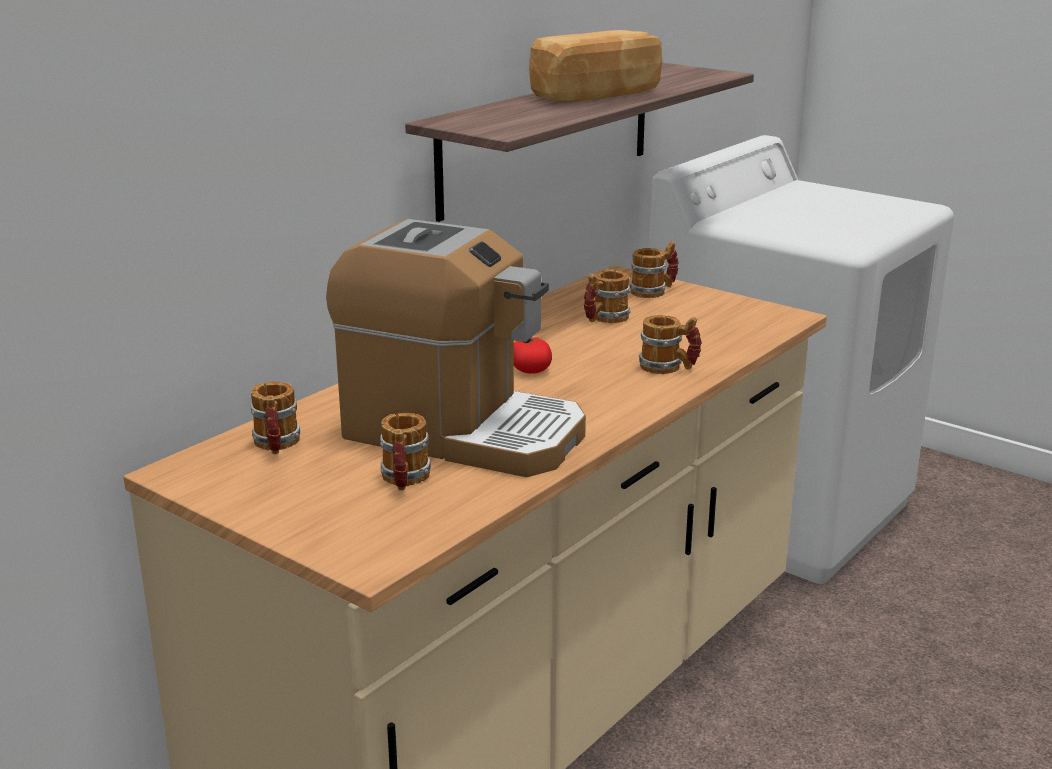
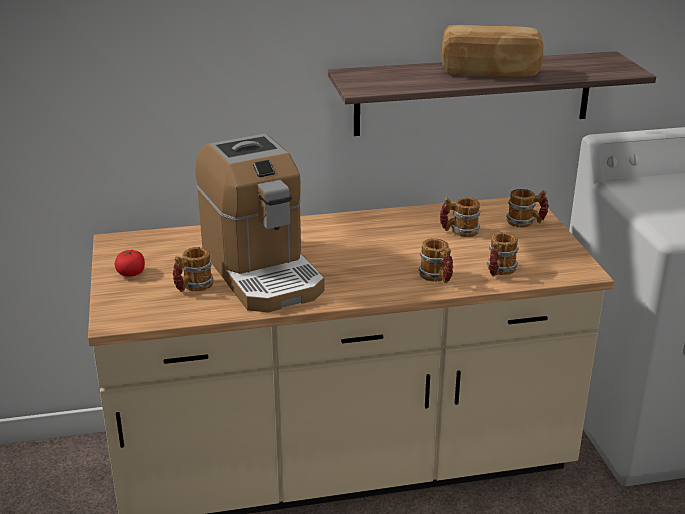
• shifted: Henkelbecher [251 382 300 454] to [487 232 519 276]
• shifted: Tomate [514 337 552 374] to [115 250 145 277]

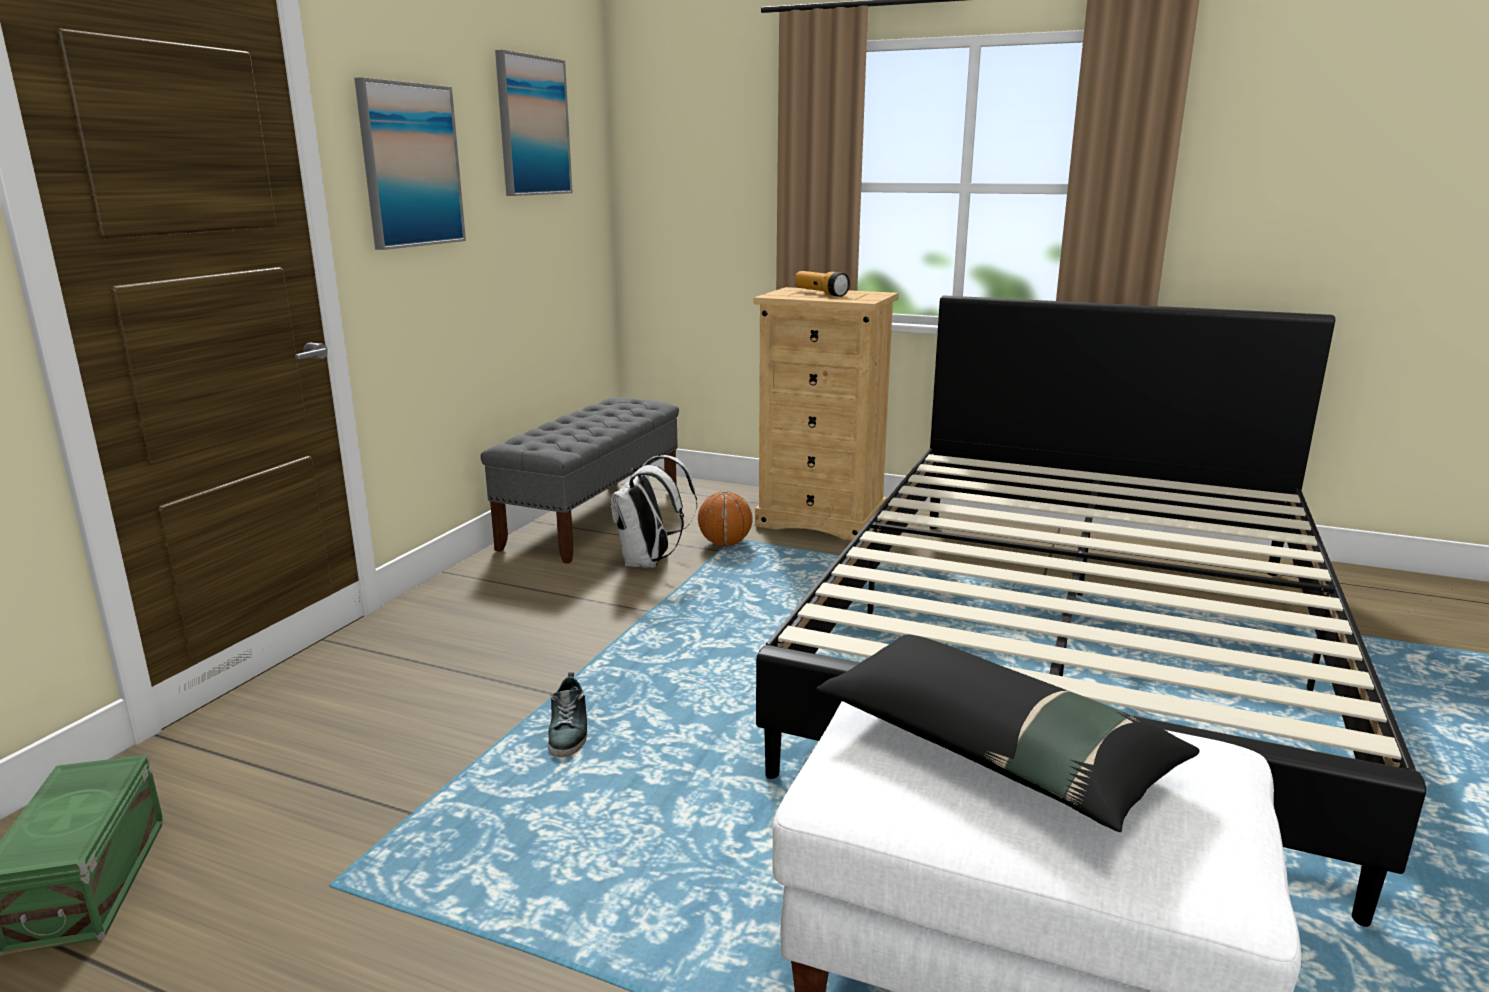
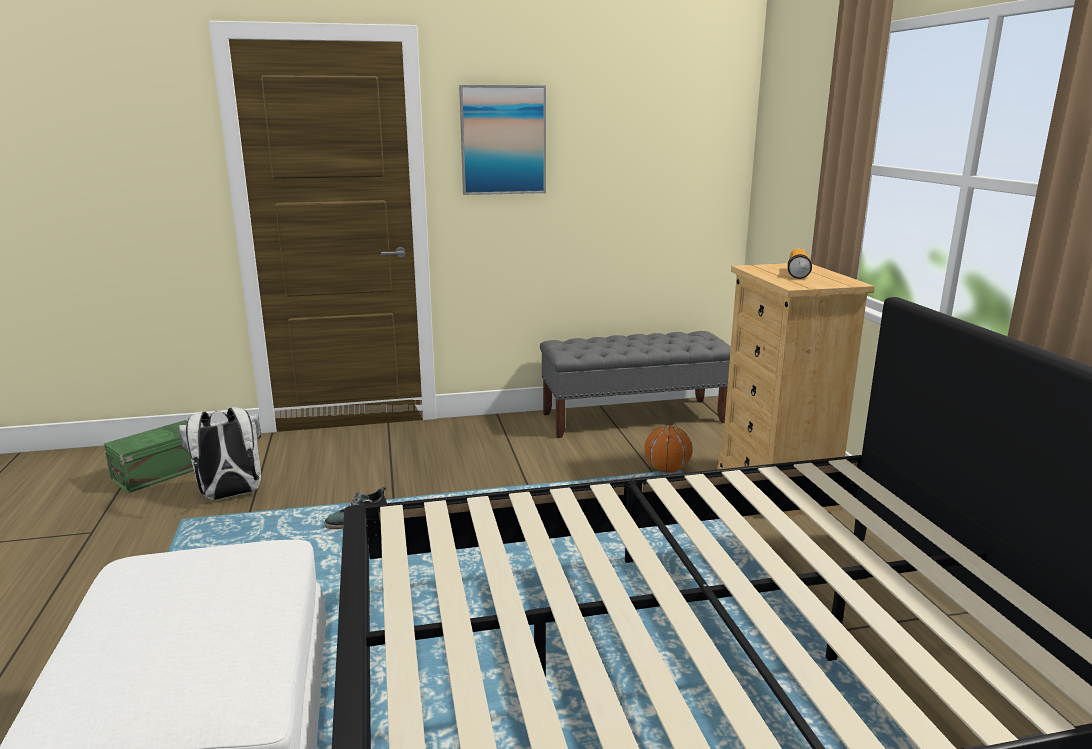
• gone: Bild [495 50 573 196]
• gone: Kissen [schwarz] [817 634 1200 832]
• shifted: Rucksack [weiß] [611 455 697 568] to [178 407 261 500]

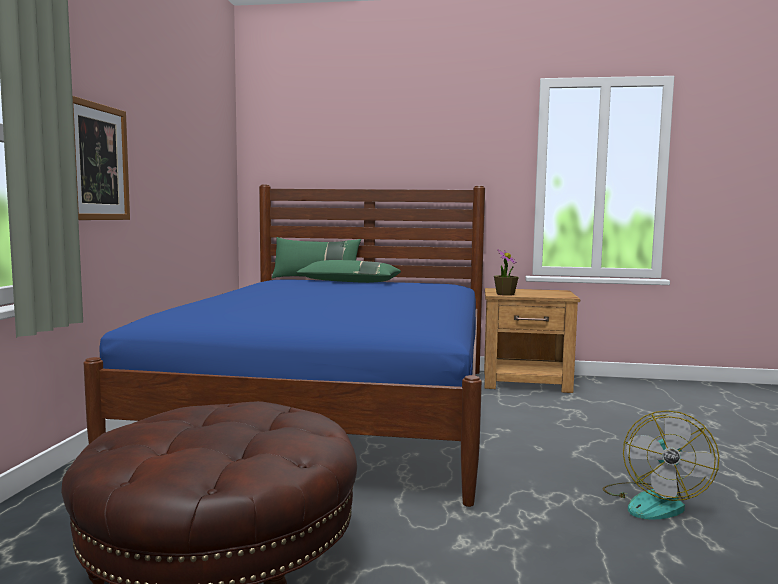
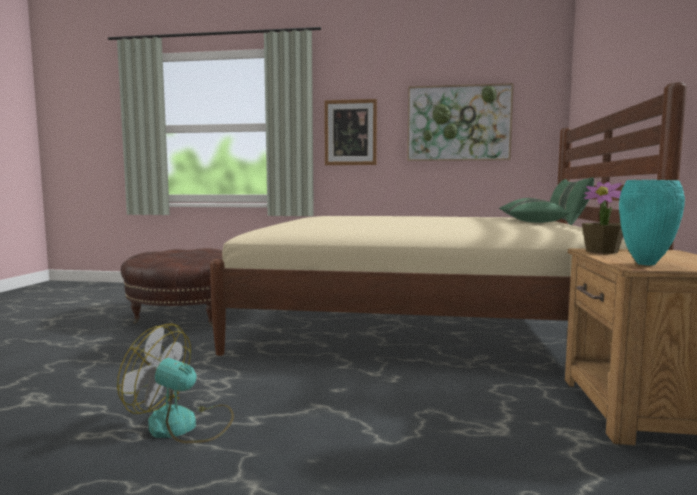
• new: Bild [407 83 514 161]
• new: Vase [türkis] [619 180 685 266]
• repainted: Bett [blau] [84 185 485 507] to Bett [beige] [210 82 687 356]

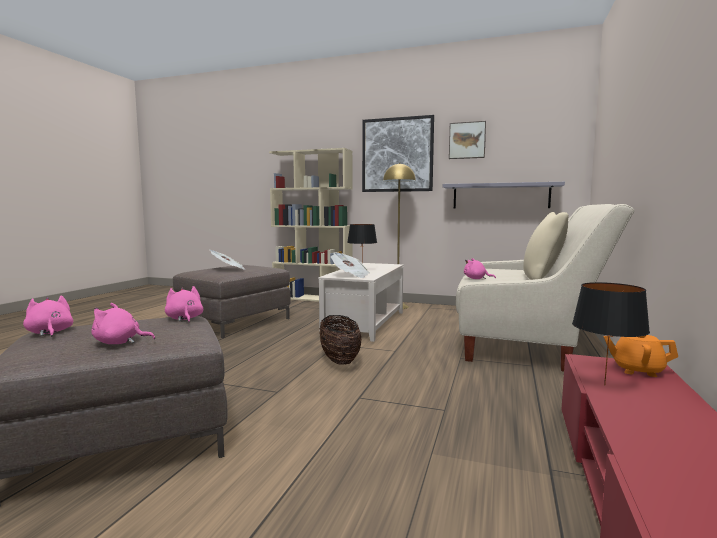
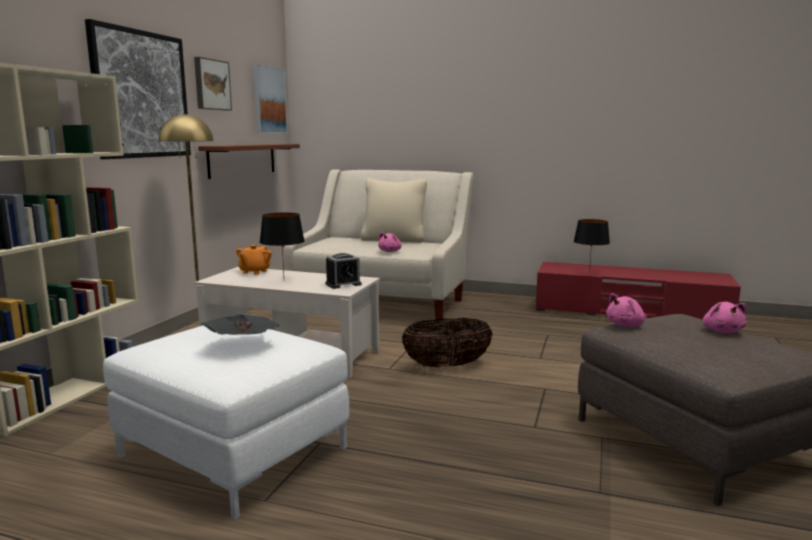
• gone: Plüschtier [rosa] [23 295 73 337]
• new: Bild [253 64 288 134]
• shifted: Teekanne [orange] [603 335 678 377] to [236 245 272 275]
• swapped: Zeitung [331 252 370 278] to Wecker [325 253 362 289]
• repainted: Polsterhocker [braun] [173 265 291 338] to Polsterhocker [weiß] [103 325 349 520]
• repainted: Wandregal [grau] [443 182 565 208] to Wandregal [braun] [198 144 300 179]

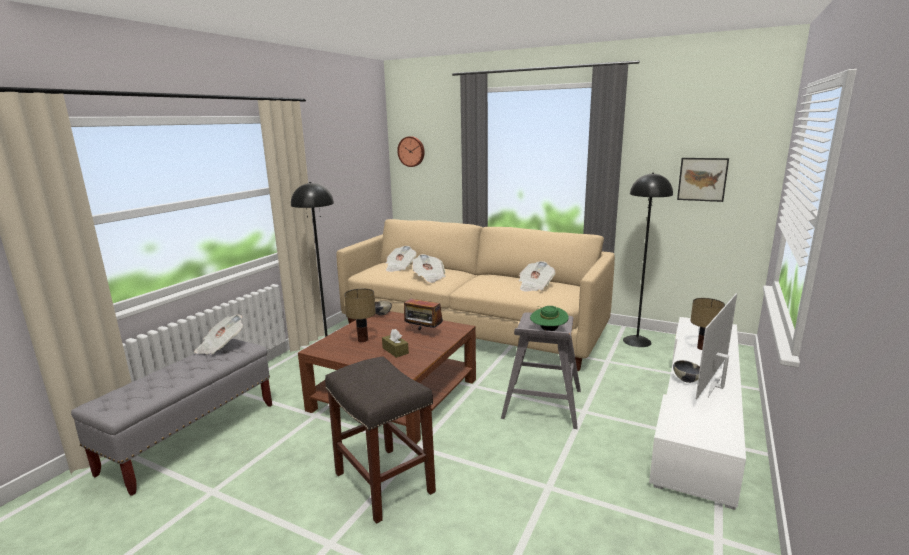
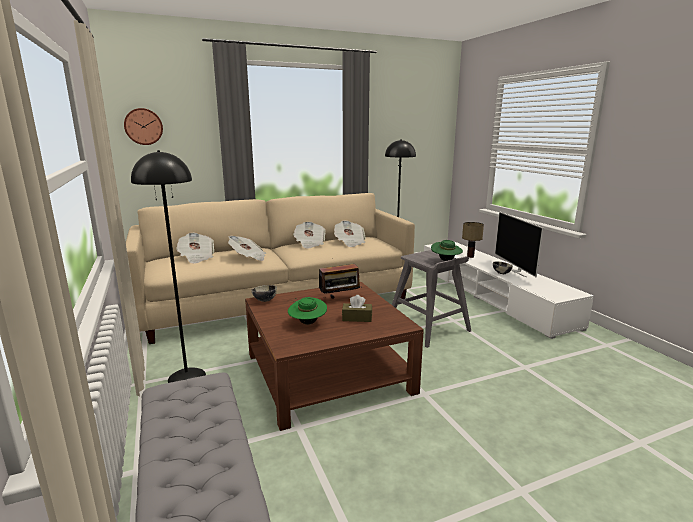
• gone: Hocker [grau] [325 356 436 524]
• gone: Bild [677 158 729 202]
• shifted: Zeitung [194 315 243 355] to [293 222 326 249]
• swapped: Tischlampe [344 288 376 342] to Hut [grün] [288 297 327 324]

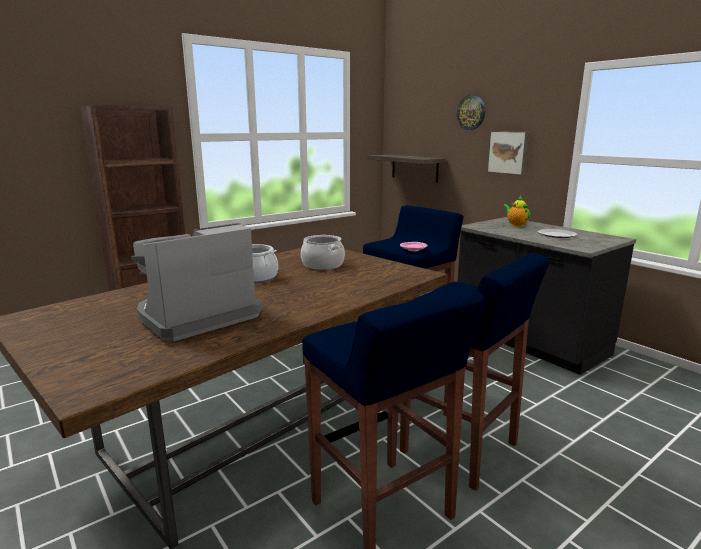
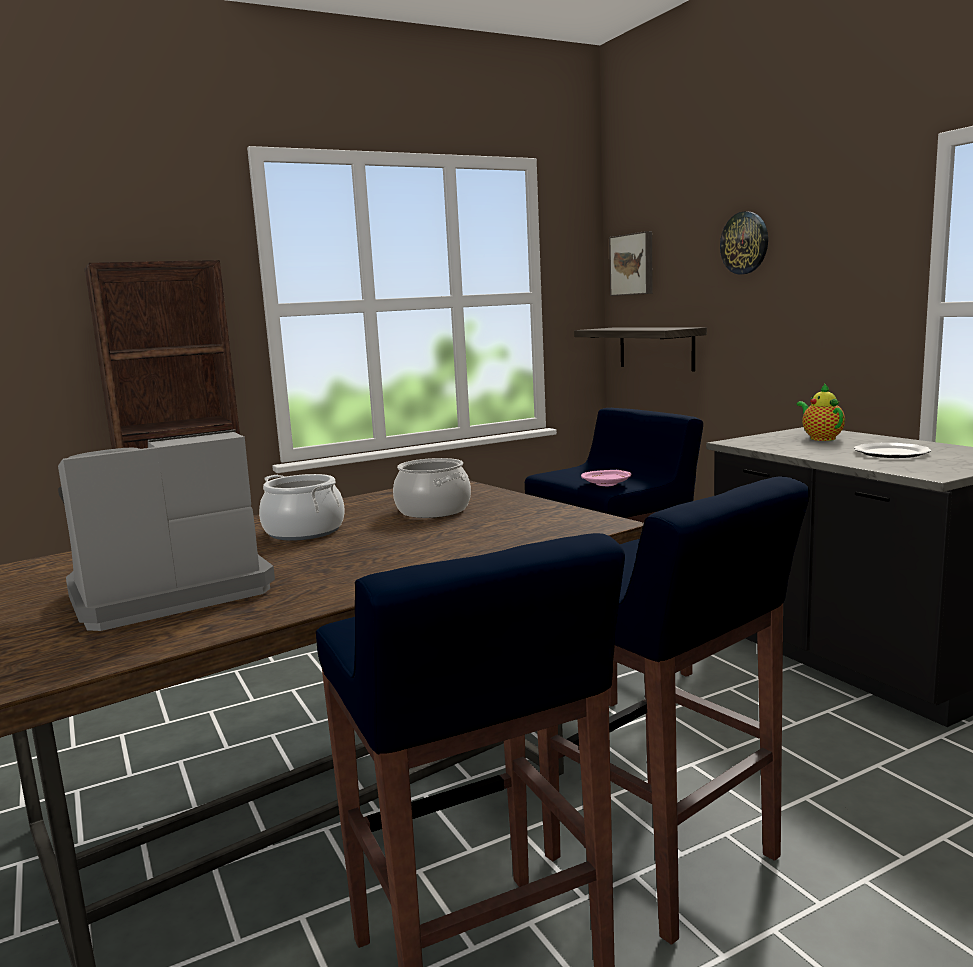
• shifted: Bild [487 131 529 175] to [609 231 653 296]

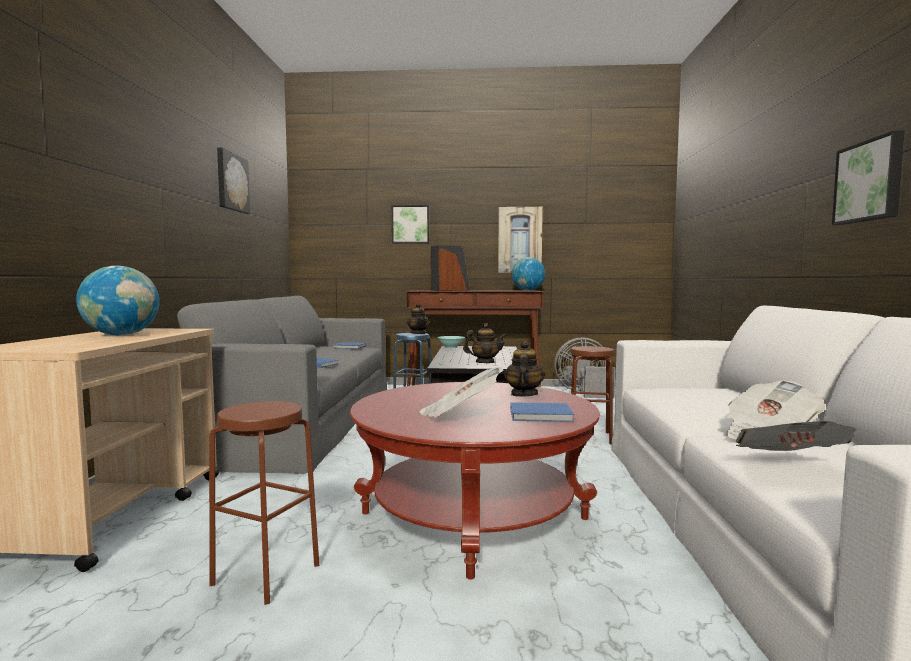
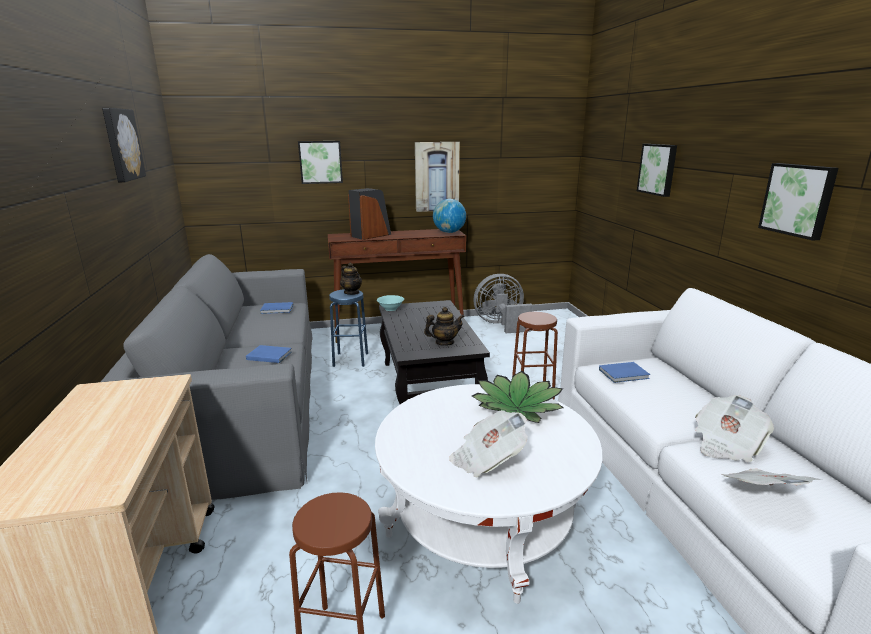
• gone: Globus [76 266 160 336]
• new: Bild [637 144 677 197]
• shifted: Buch [blau] [510 402 574 422] to [599 362 650 383]
• swapped: Teekanne [504 341 545 397] to Topfpflanze [472 371 564 423]
• repainted: Couchtisch [rot] [350 382 600 580] to Couchtisch [weiß] [375 384 603 604]

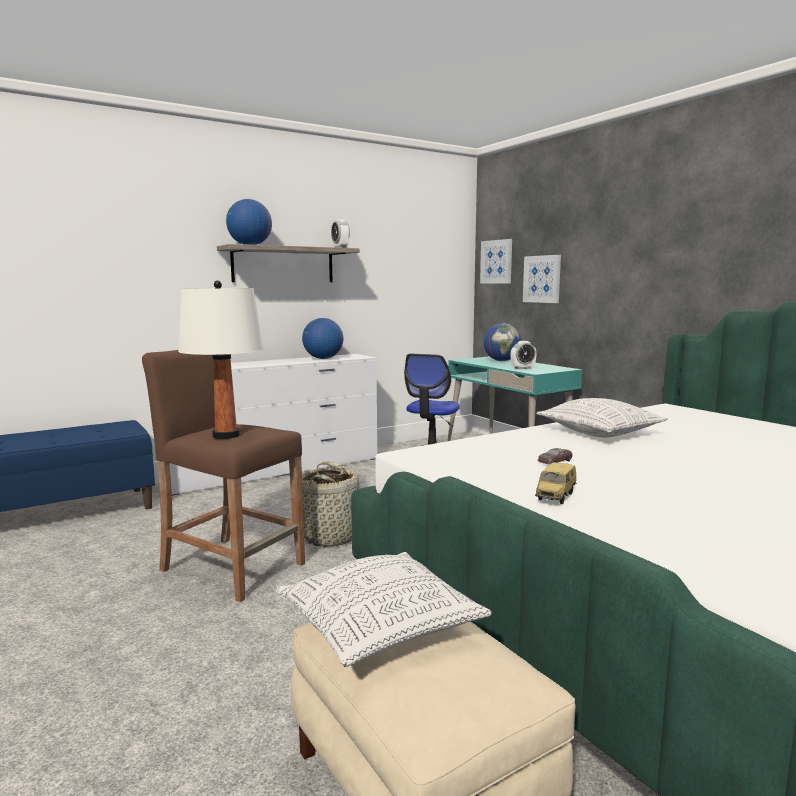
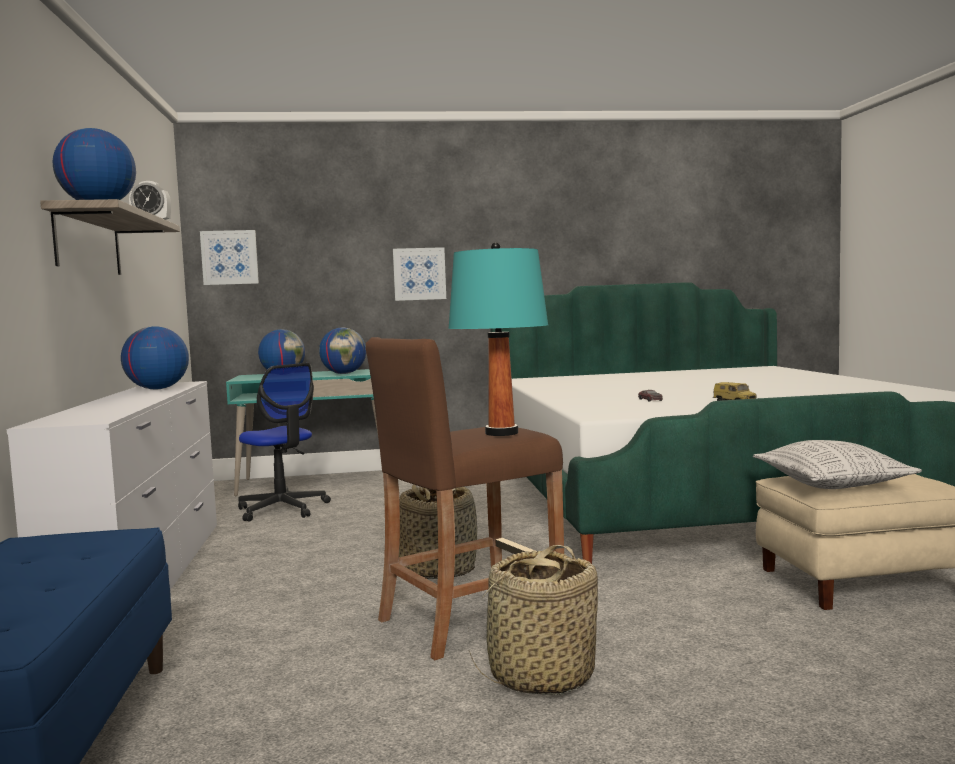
• gone: Kissen [536 398 668 437]
• new: Korb [468 545 598 695]
• shifted: Bild [523 255 561 303] to [393 247 446 301]
• swapped: Wecker [511 341 536 369] to Globus [319 328 366 374]
• repainted: Tischlampe [weiß] [178 280 263 439] to Tischlampe [türkis] [448 242 548 436]

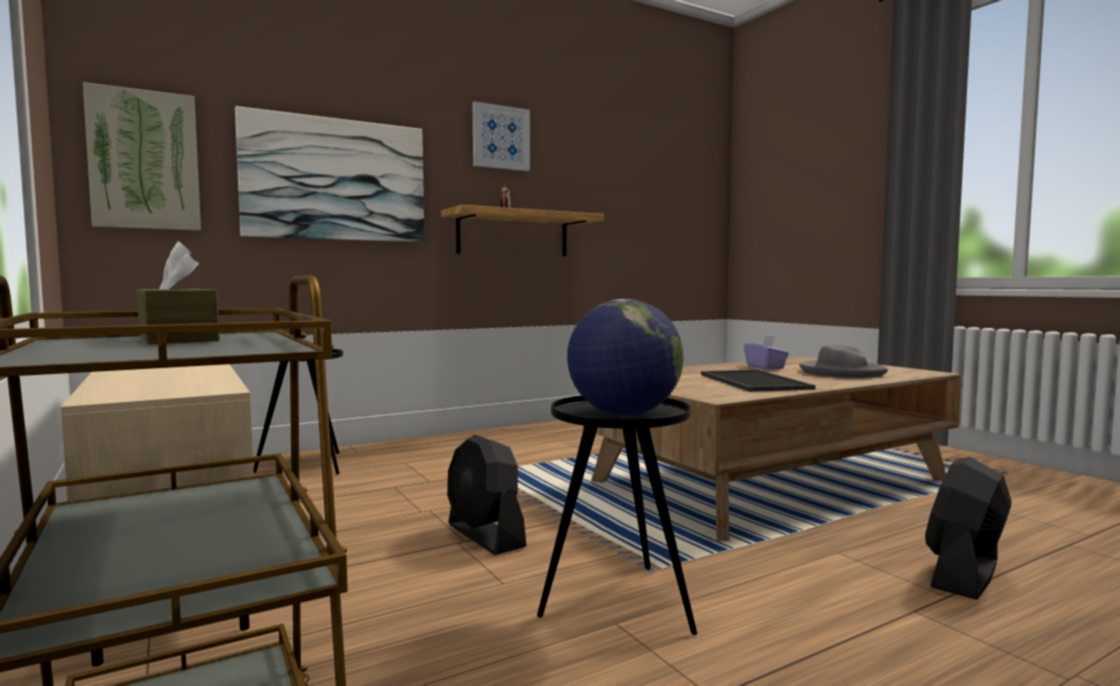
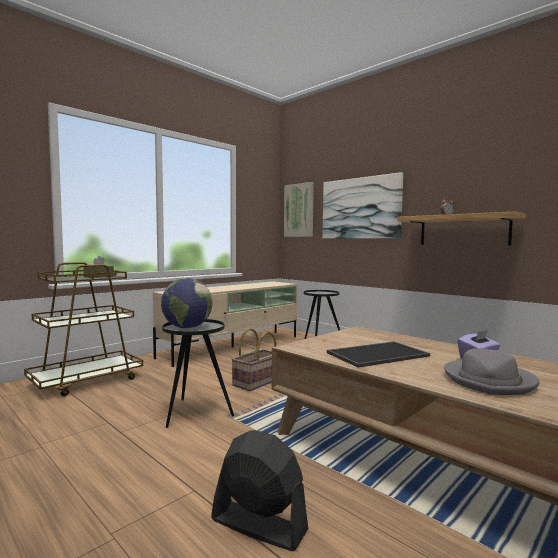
• gone: Bild [473 101 530 171]
• swapped: Ventilator [schwarz] [447 435 527 555] to Korb [232 328 277 391]

